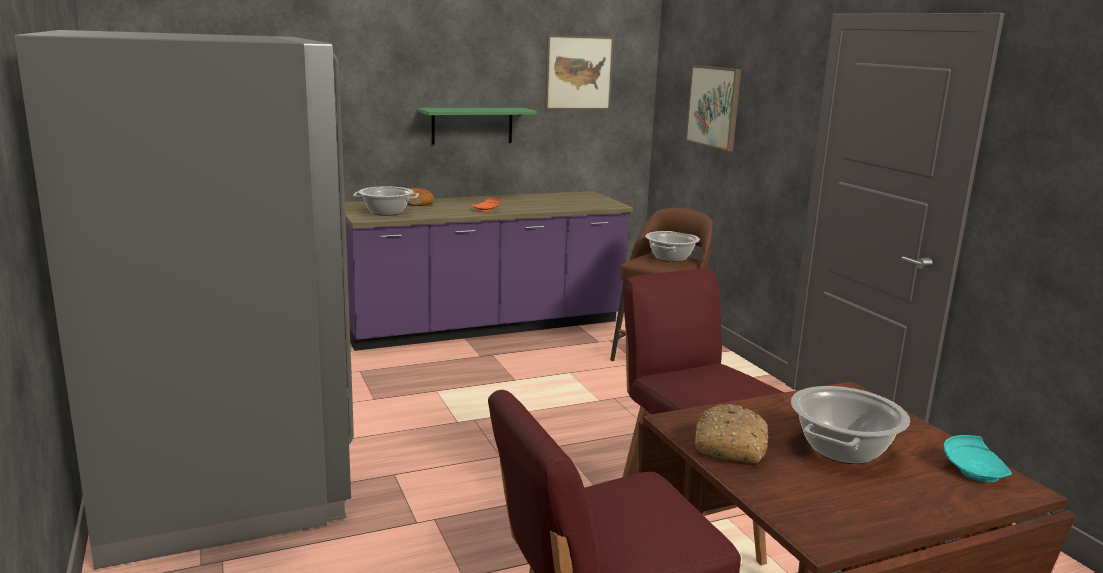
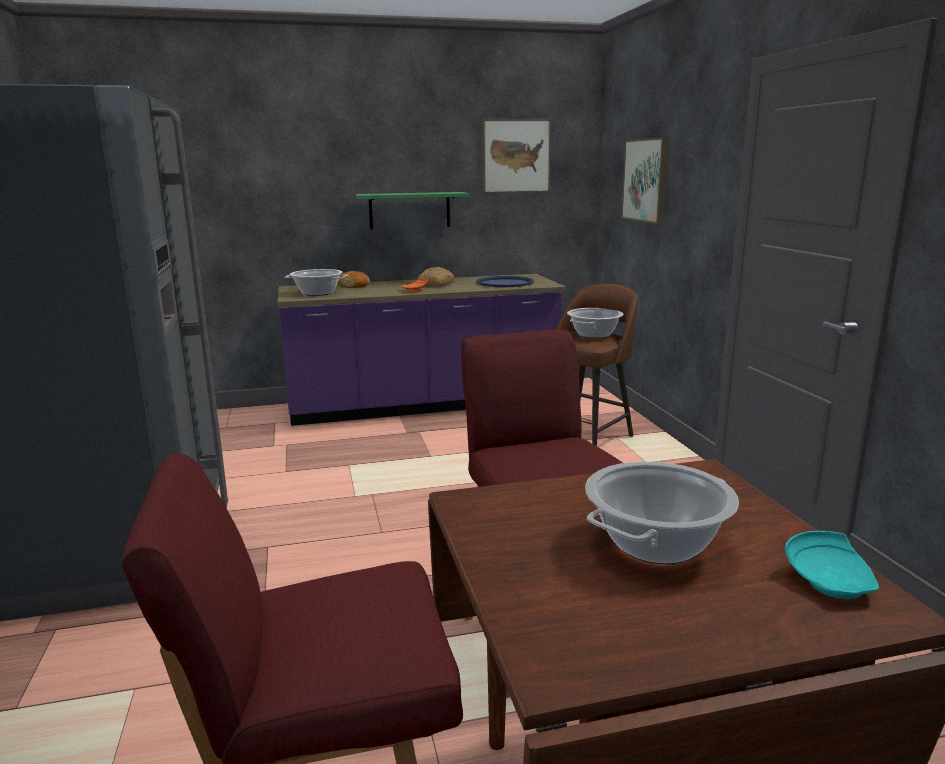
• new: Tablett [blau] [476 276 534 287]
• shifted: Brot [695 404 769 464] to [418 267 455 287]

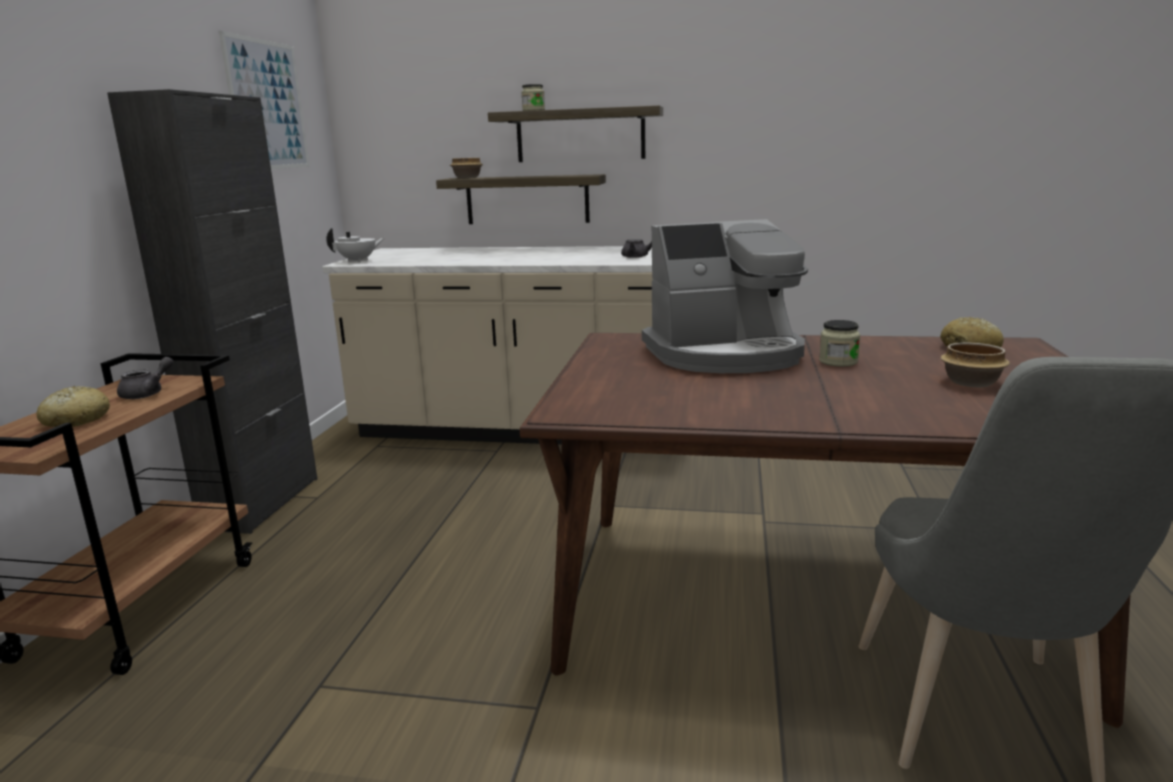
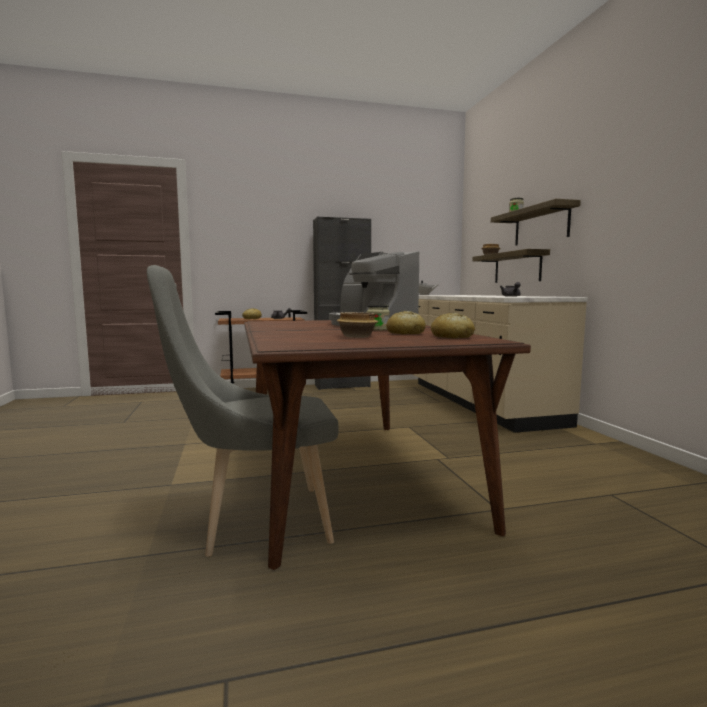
• gone: Bild [219 31 310 169]
• new: Brot [386 311 426 334]

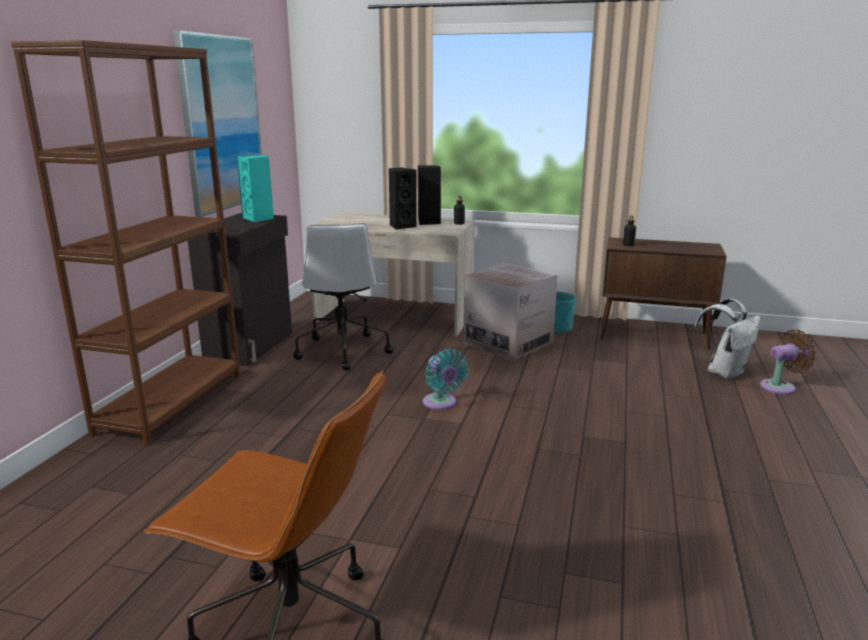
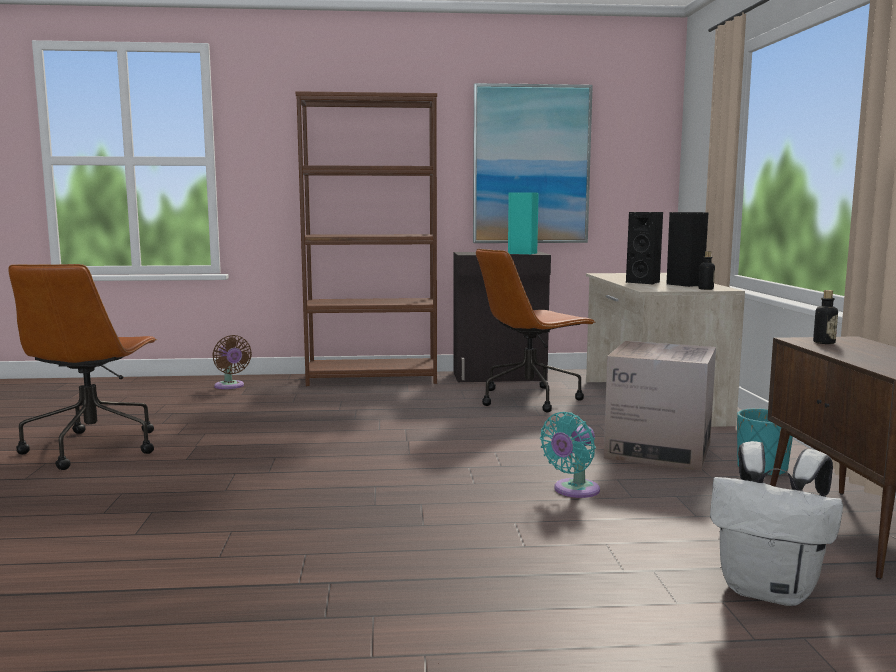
• shifted: Ventilator [türkis] [423 349 468 410] to [540 412 600 498]
• shifted: Ventilator [braun] [760 330 816 395] to [212 335 252 389]
• repainted: Bürostuhl [weiß] [293 223 393 370] to Bürostuhl [braun] [476 249 595 412]

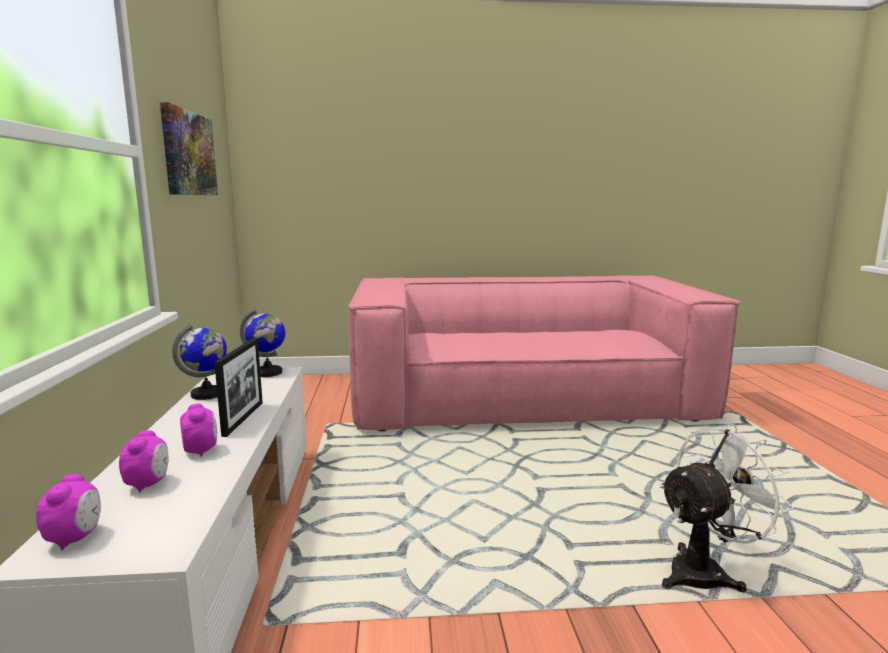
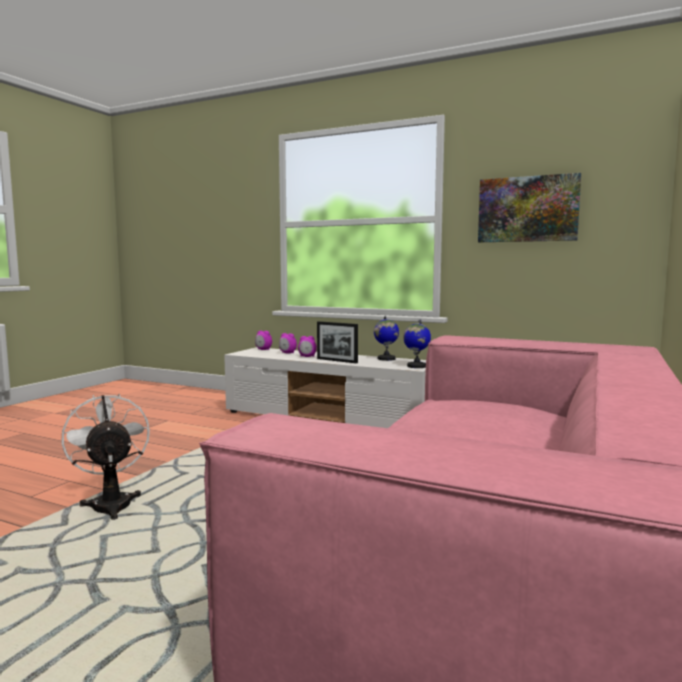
• rotated: Ventilator [weiß] [659 424 794 593] = [61 394 150 520] 150 degrees clockwise

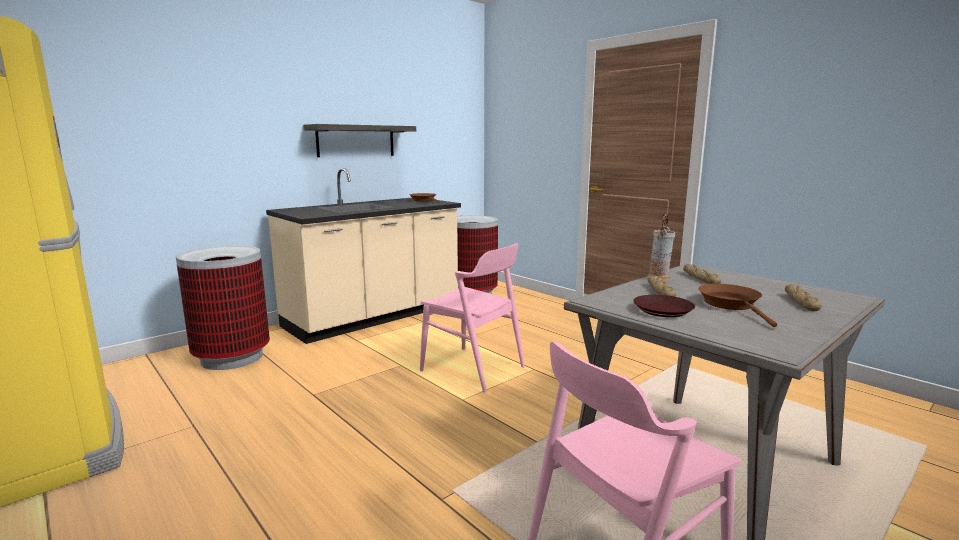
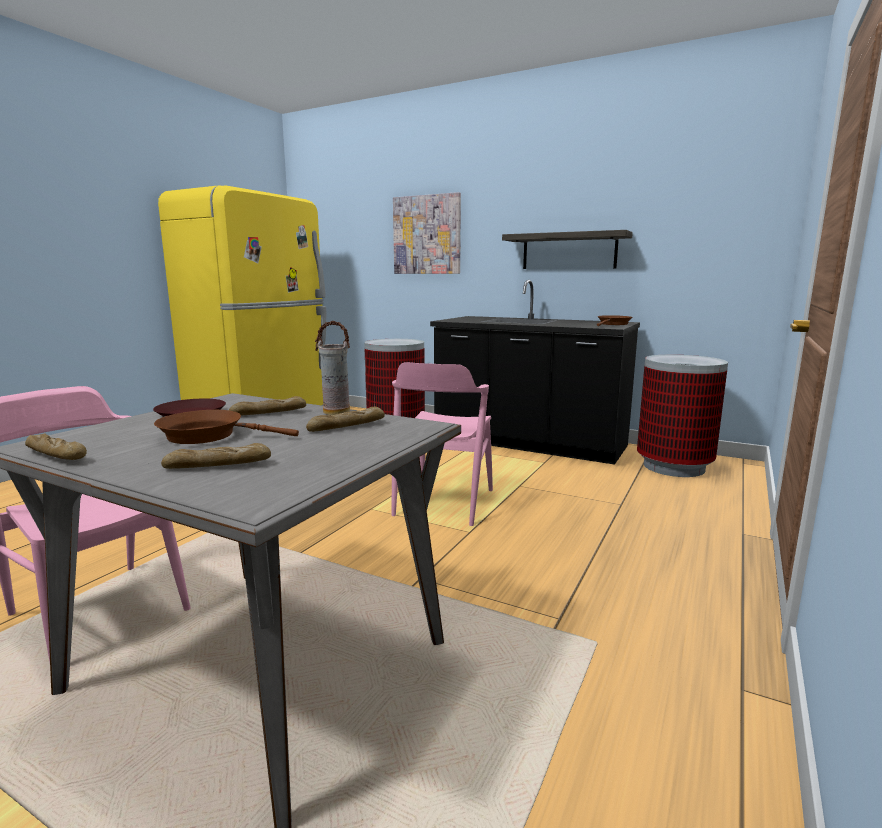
• new: Brot [25 434 87 460]
• new: Bild [393 192 461 274]
• repainted: Küchenzeile [beige] [266 168 461 344] to Küchenzeile [schwarz] [430 280 640 465]
• rotated: Pfanne [braun] [698 284 777 327] = [154 410 299 444] 150 degrees counterclockwise

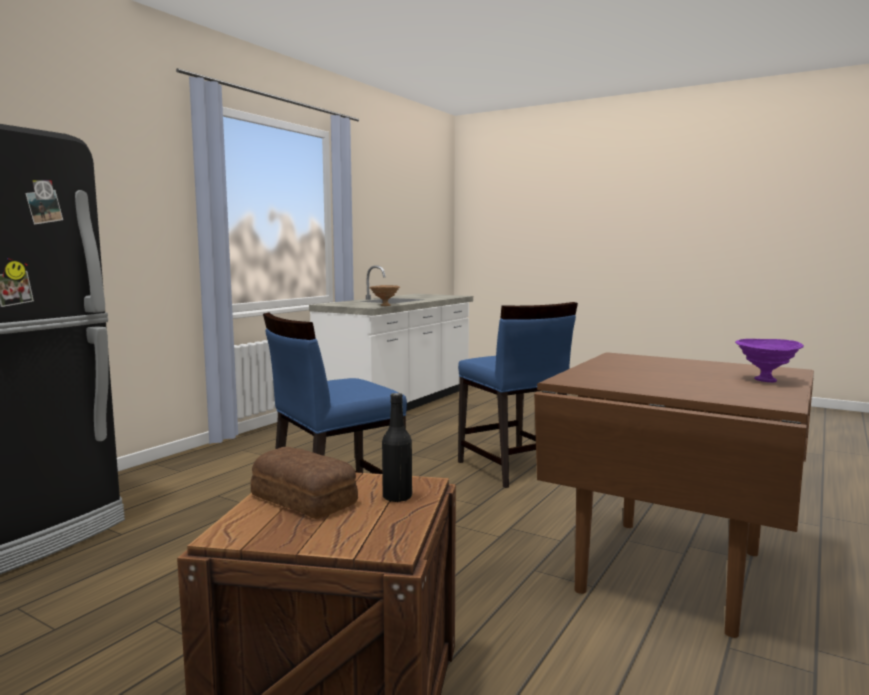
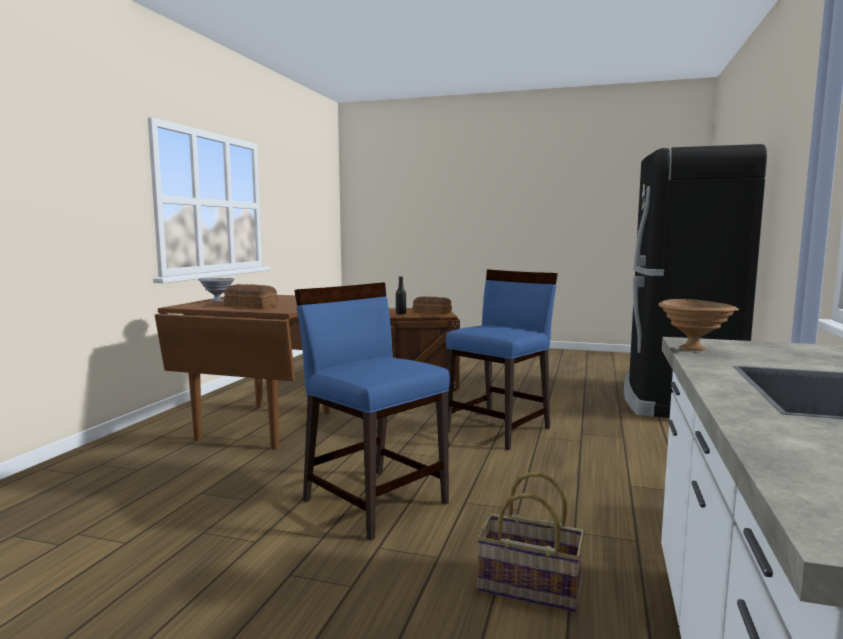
• new: Brot [224 284 278 308]
• new: Korb [476 472 585 612]
• repainted: Schüssel [lila] [735 339 804 382] to Schüssel [grau] [198 278 235 302]

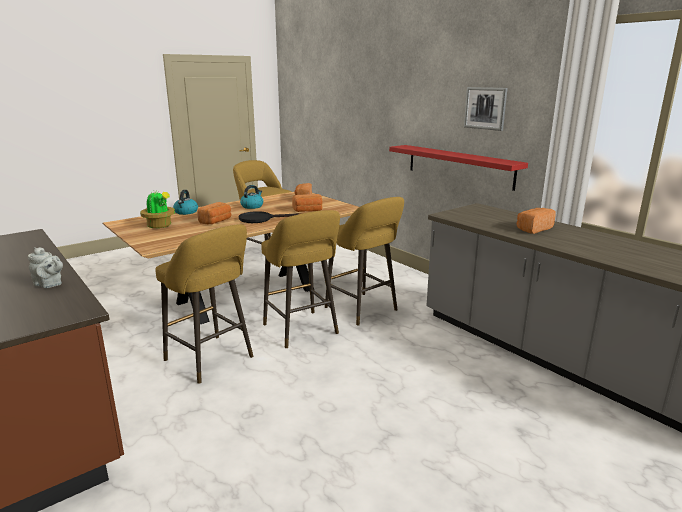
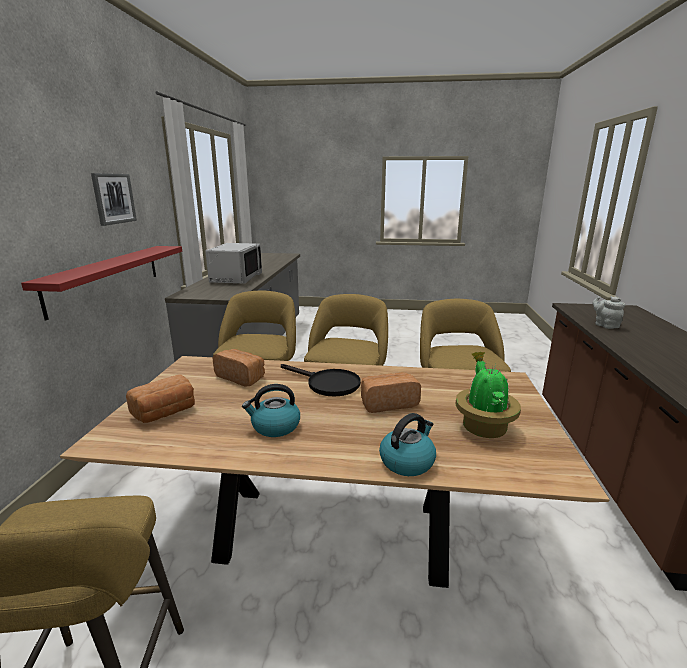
• swapped: Brot [517 208 556 234] to Mikrowelle [grau] [205 243 262 284]

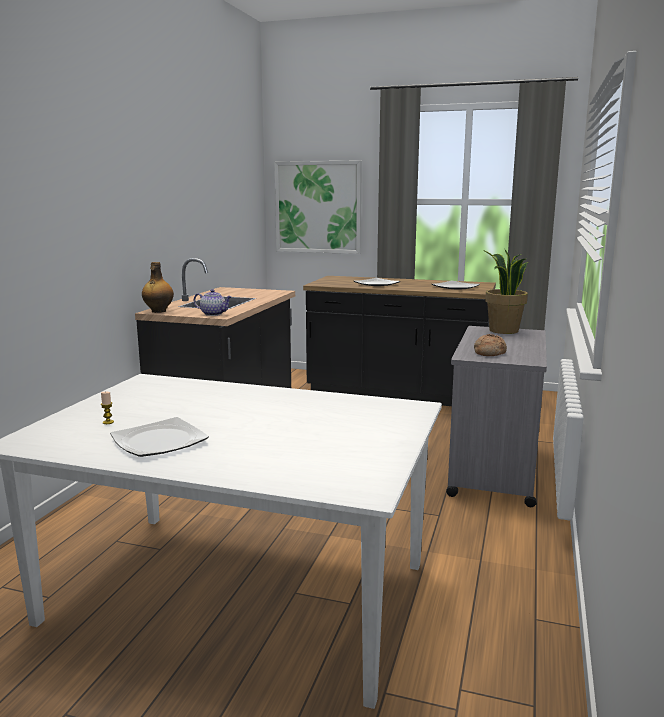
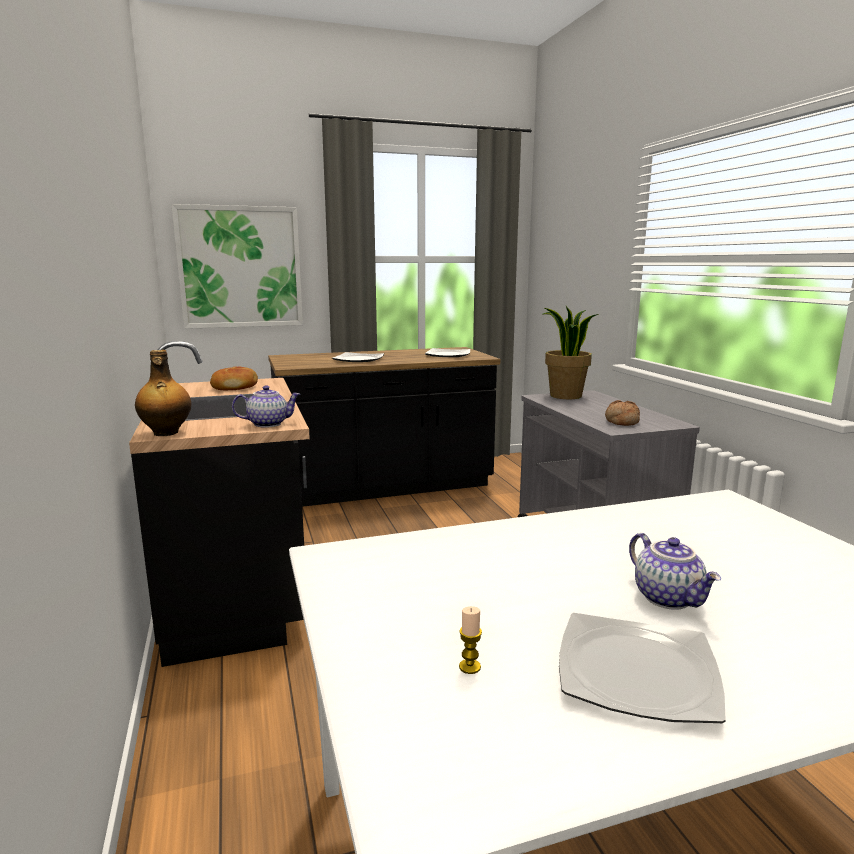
• new: Brot [210 367 258 390]
• new: Teekanne [629 533 721 610]

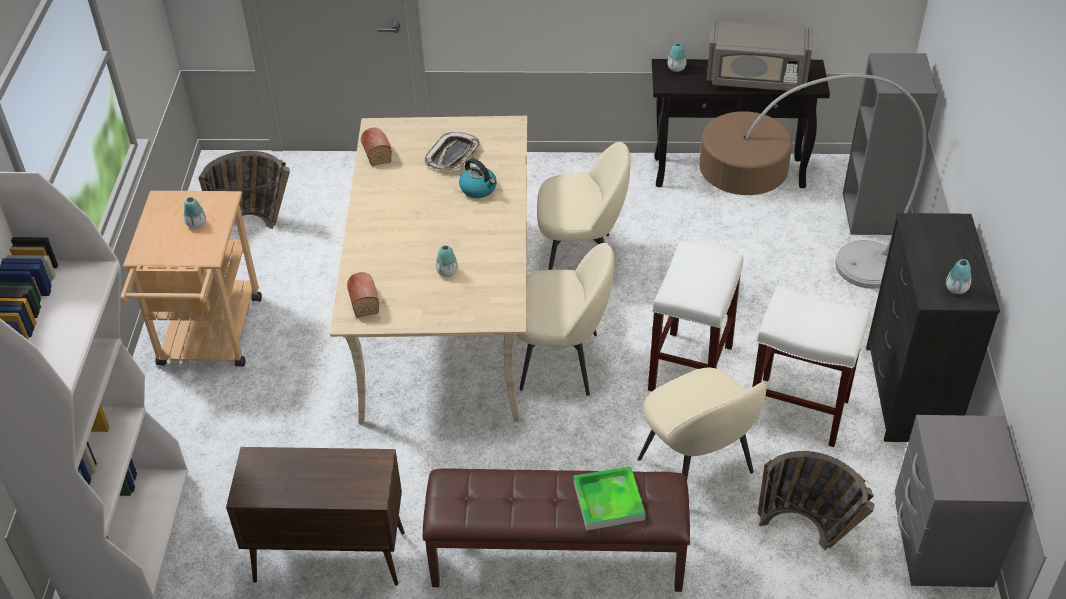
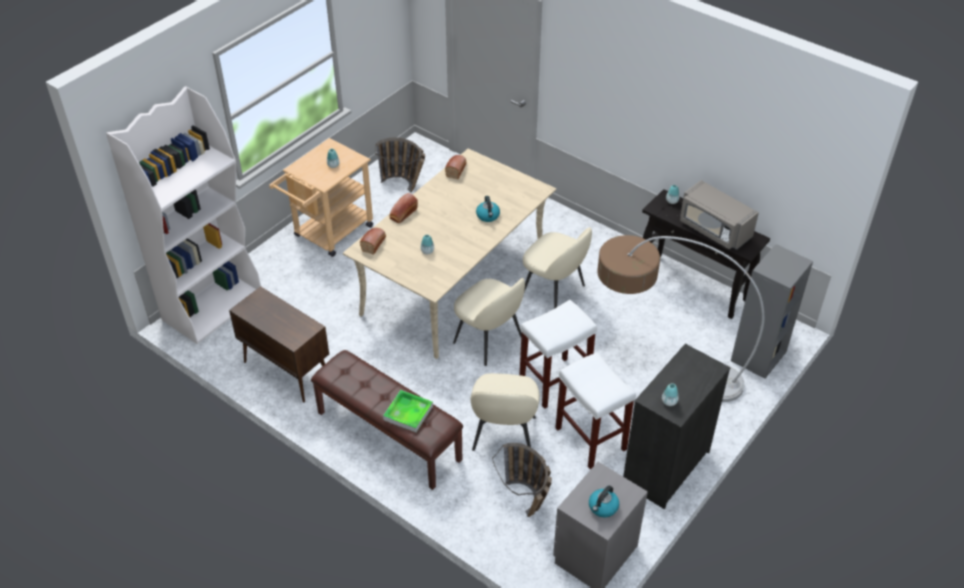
• gone: Tablett [425 132 480 171]
• new: Brot [389 193 418 223]
• new: Wasserkessel [589 485 619 517]

